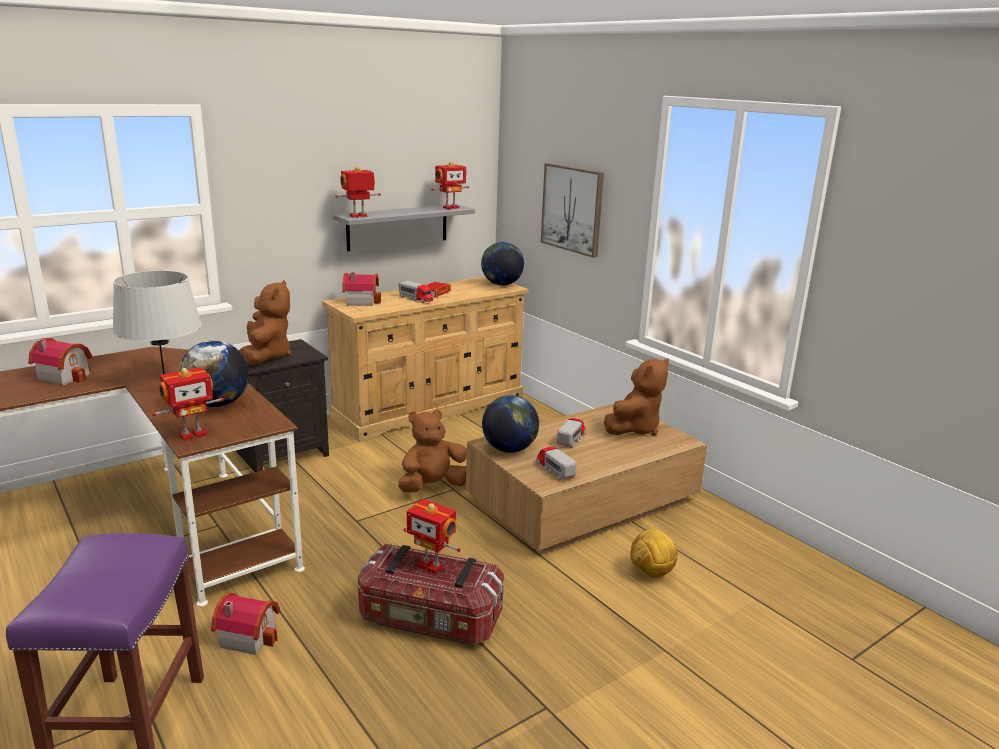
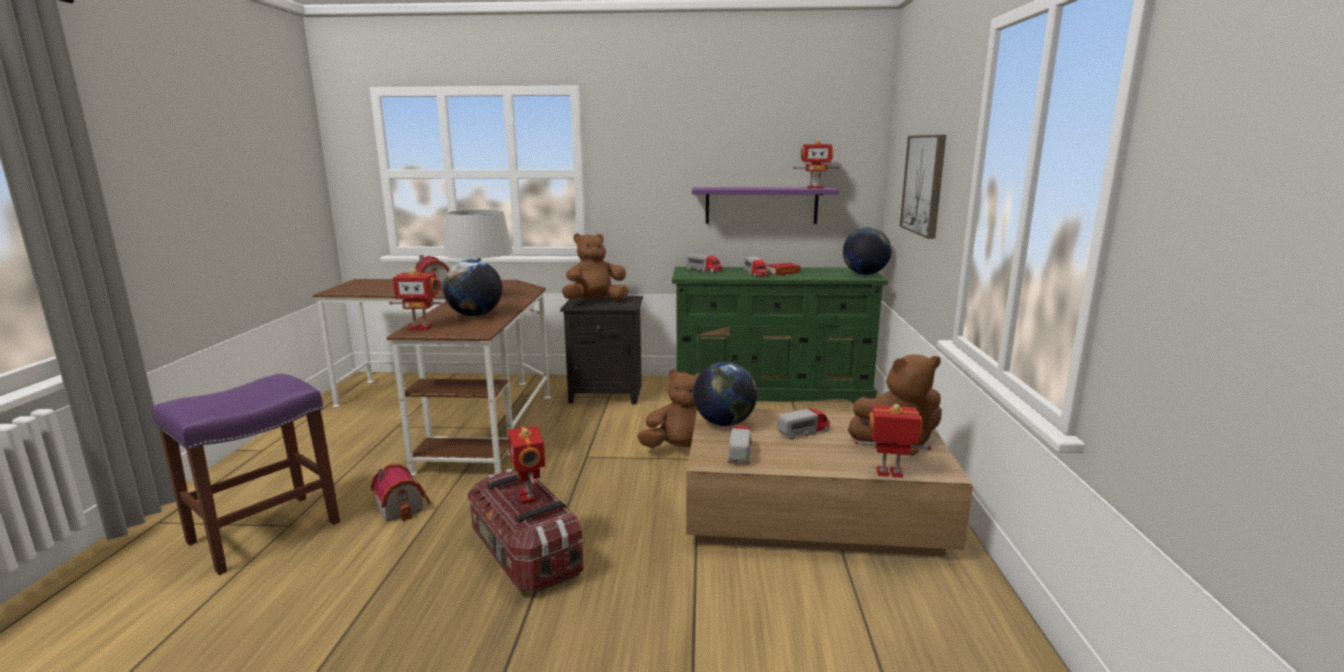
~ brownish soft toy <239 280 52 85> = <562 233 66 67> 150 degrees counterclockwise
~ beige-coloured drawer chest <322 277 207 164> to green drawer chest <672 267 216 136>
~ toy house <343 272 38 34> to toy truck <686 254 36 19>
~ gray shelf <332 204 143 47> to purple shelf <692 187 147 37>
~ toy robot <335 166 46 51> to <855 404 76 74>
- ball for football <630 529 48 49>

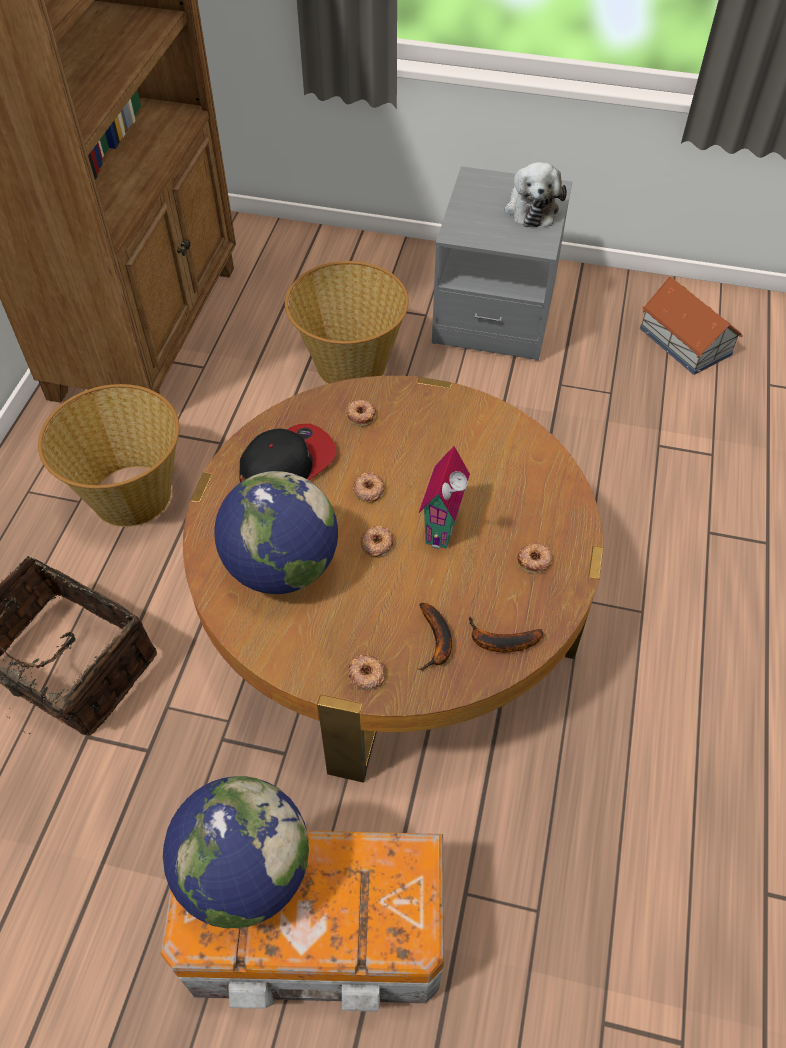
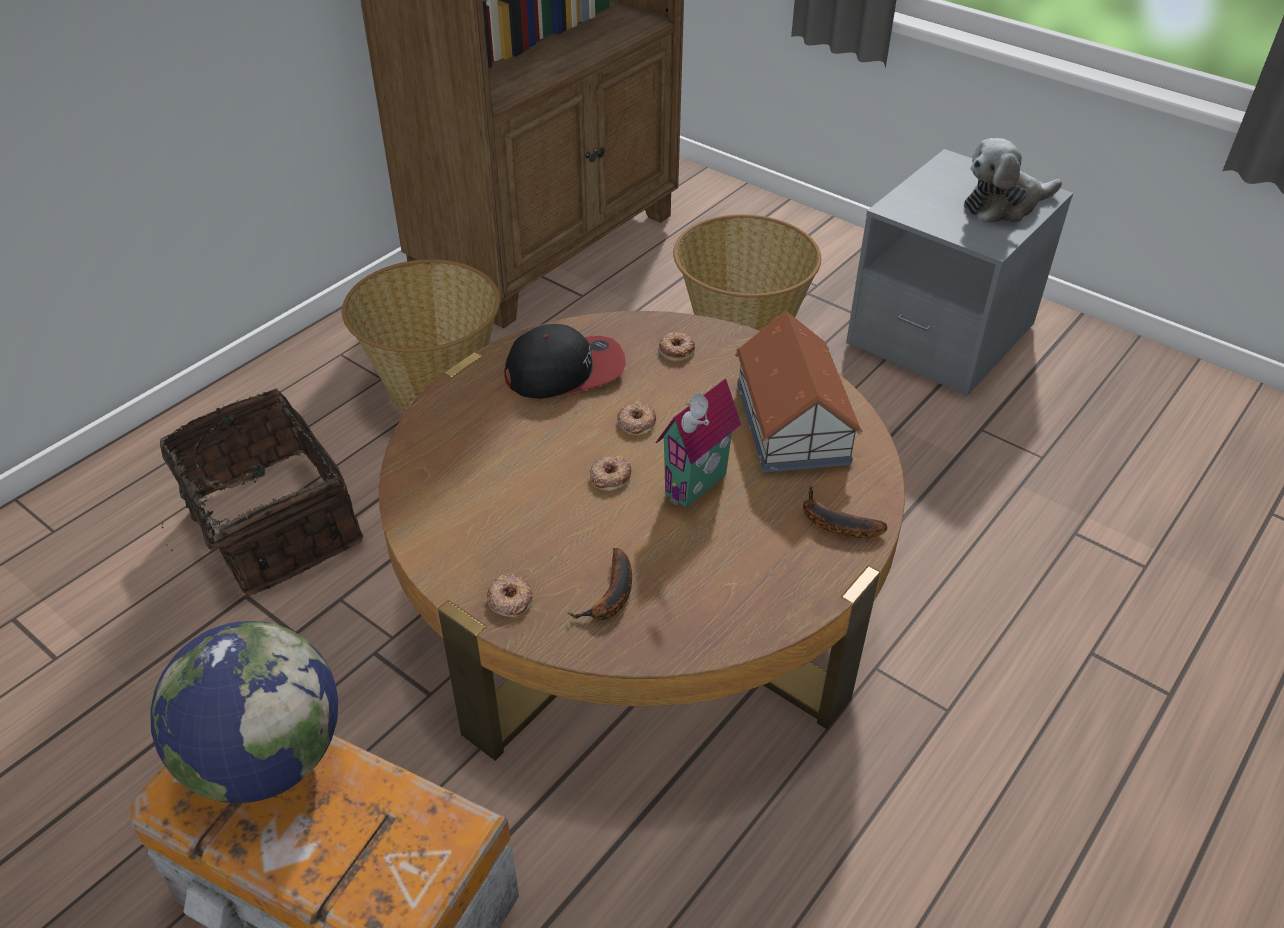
~ toy house <640 277 102 98> to <735 311 128 161>
~ whole banana <469 616 74 36> to <803 486 84 52>
~ soft toy <504 162 63 65> = <964 138 98 85> 45 degrees clockwise
- globe <214 471 124 123>
- doughnut <517 543 36 30>

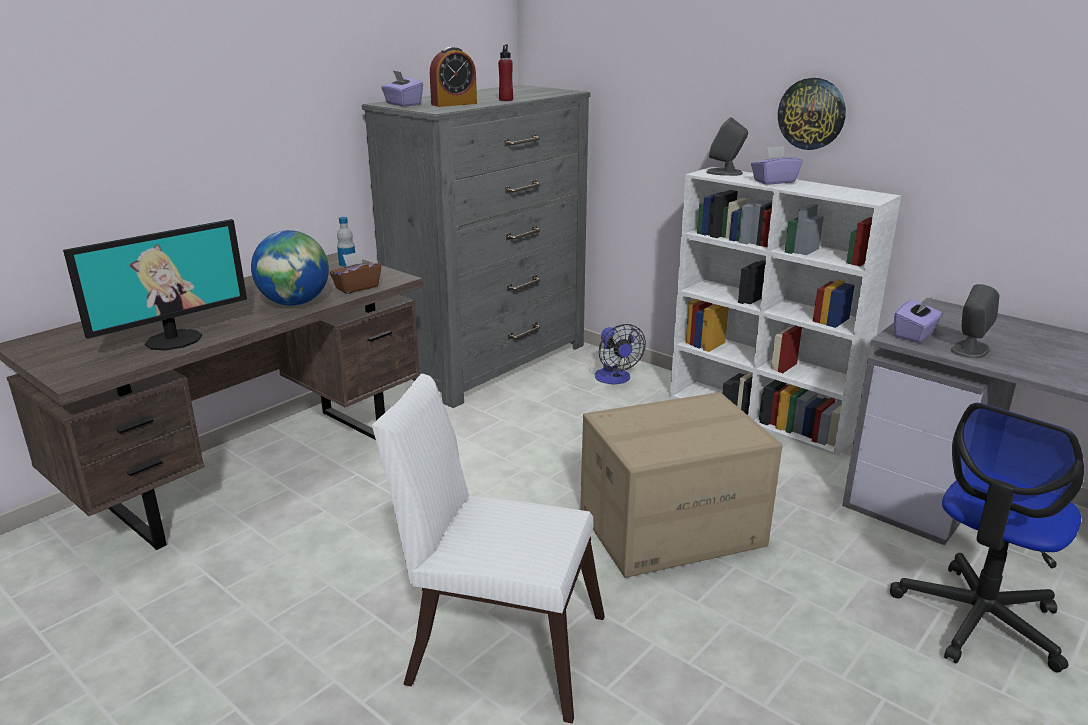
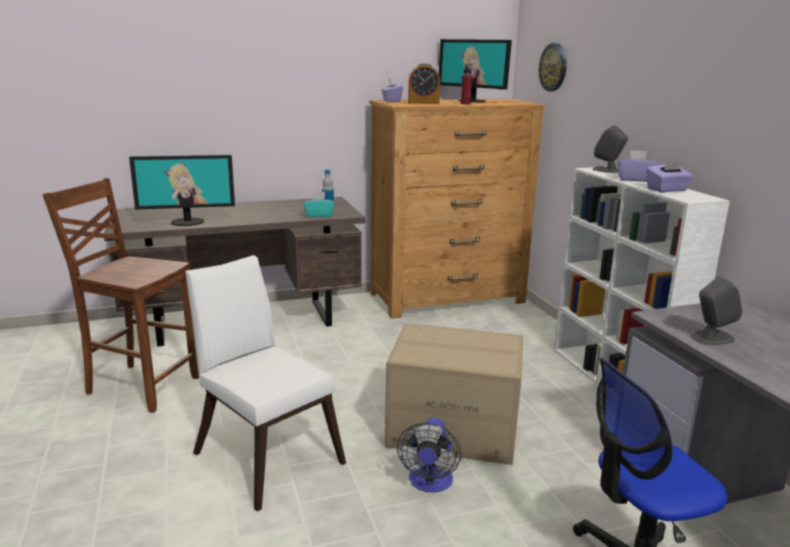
+ brownish chair <42 178 157 235>
~ brownish tissue holder <330 251 51 43> to turquoise-coloured tissue holder <303 192 32 25>
~ gray drawer chest <362 85 229 323> to brownish drawer chest <369 99 176 220>
~ fan <595 324 51 60> to <397 418 64 75>
+ computer screen <439 39 73 63>
~ clock on the wall <778 78 68 72> to <539 43 28 48>
~ purple tissue holder <894 297 49 46> to <646 160 48 32>
- globe <251 230 78 76>

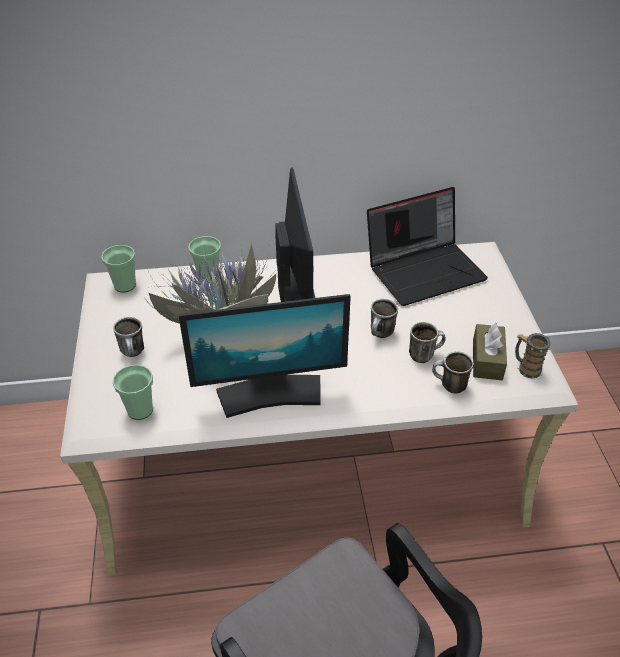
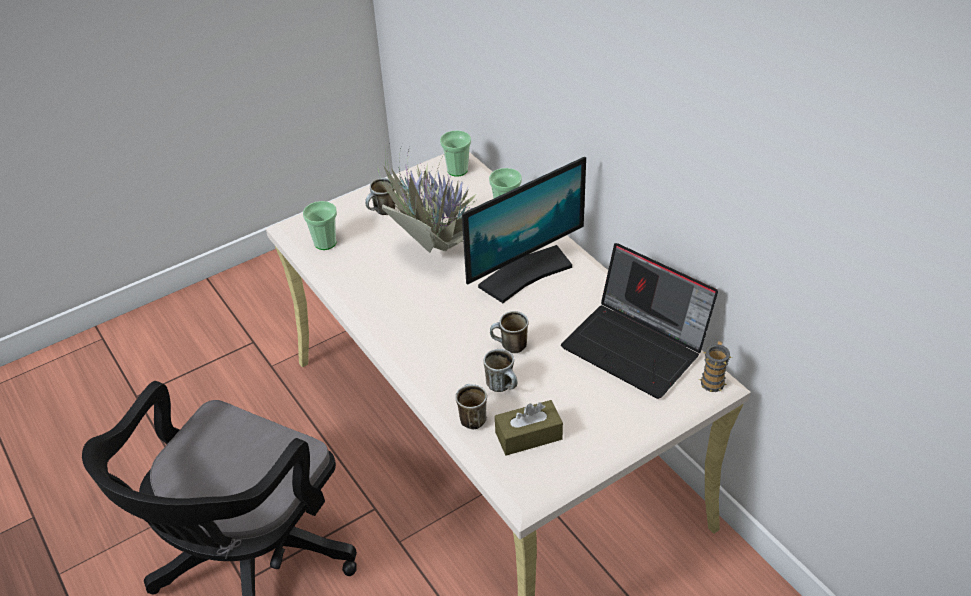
~ tea mug <515 333 36 46> to <699 341 33 51>
- computer screen <179 294 172 124>

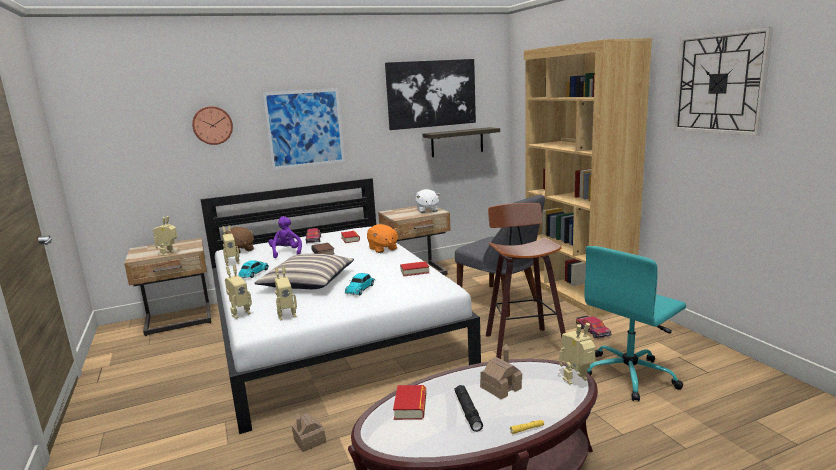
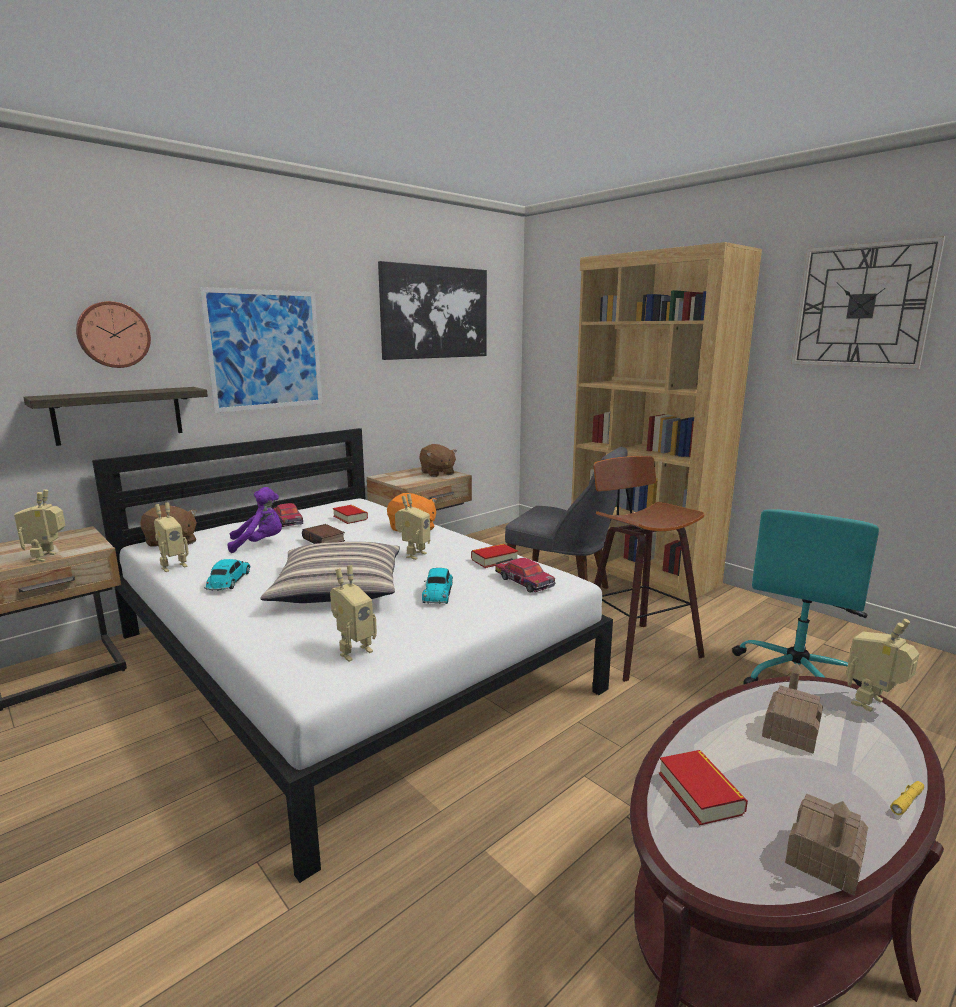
~ shelf <423 127 77 30> to <23 387 185 59>
~ purple soft toy <268 216 34 42> = <228 487 54 66> 105 degrees clockwise
~ toy robot <225 265 27 54> to <395 494 35 66>
~ white-coloured soft toy <415 189 25 24> to brownish soft toy <419 444 38 33>
~ model car <576 316 35 22> to <495 558 60 35>
~ toy house <292 413 34 39> to <785 794 83 102>
- black-coloured torch <454 385 29 47>

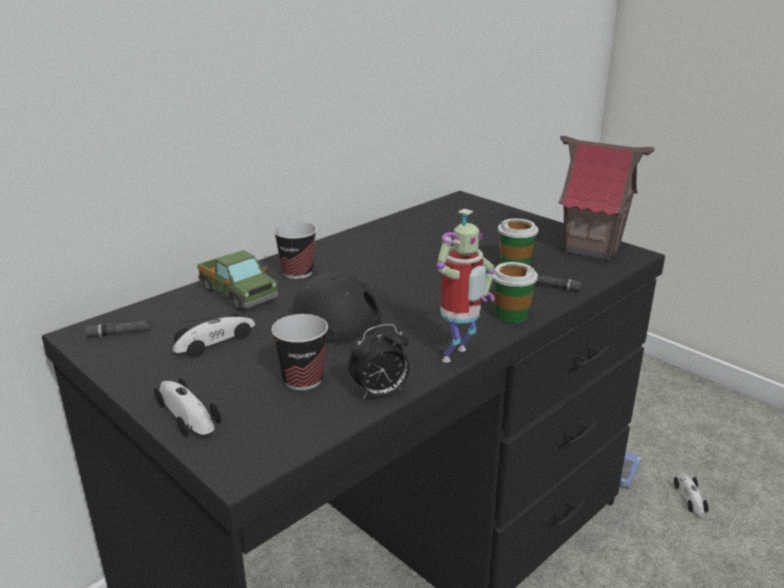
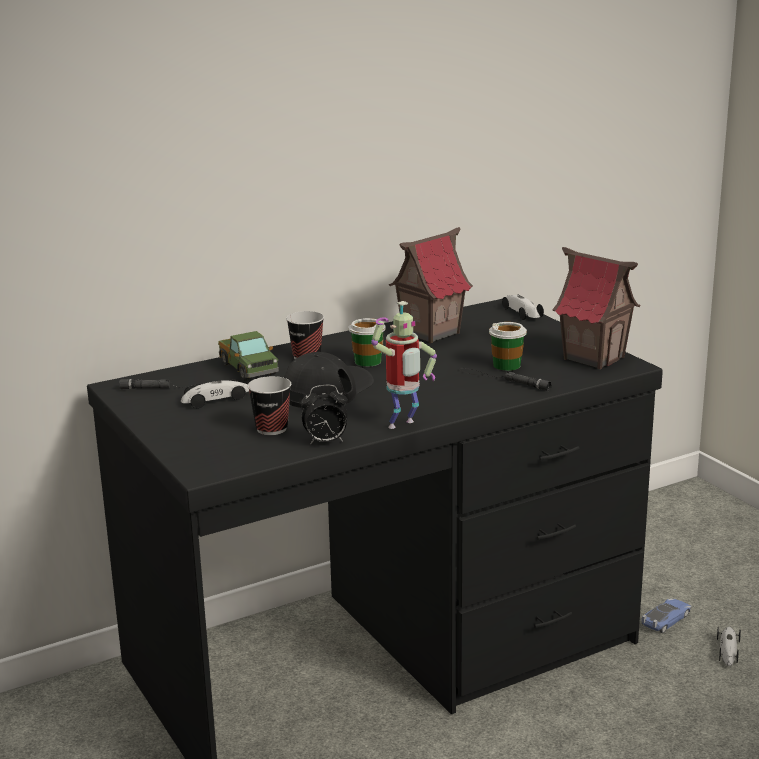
~ cup <493 262 45 61> to <349 318 37 49>
+ toy house <388 227 85 116>
~ model car <154 378 67 60> to <502 295 42 25>

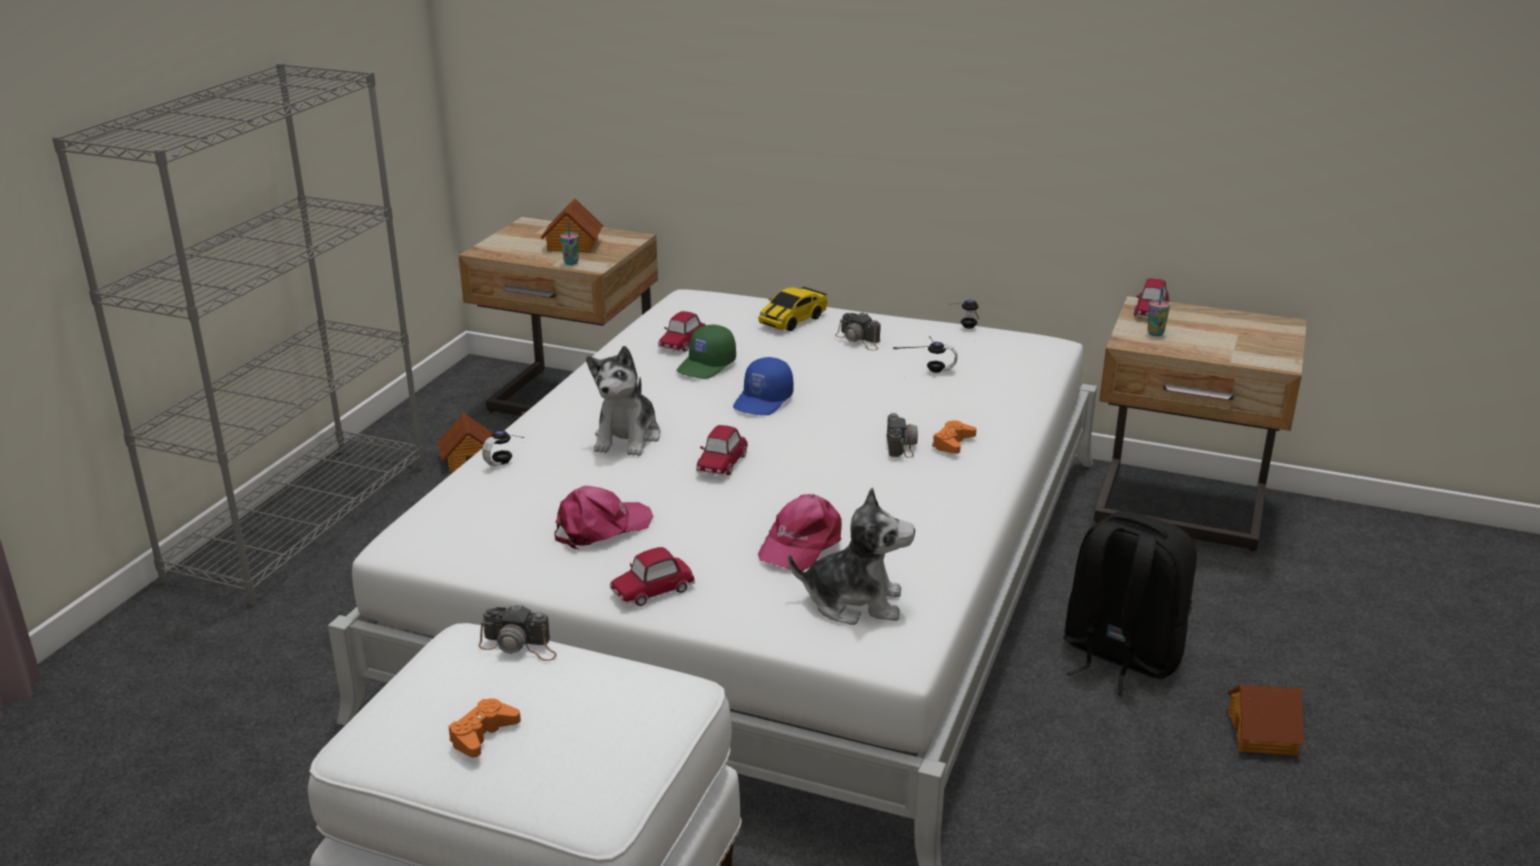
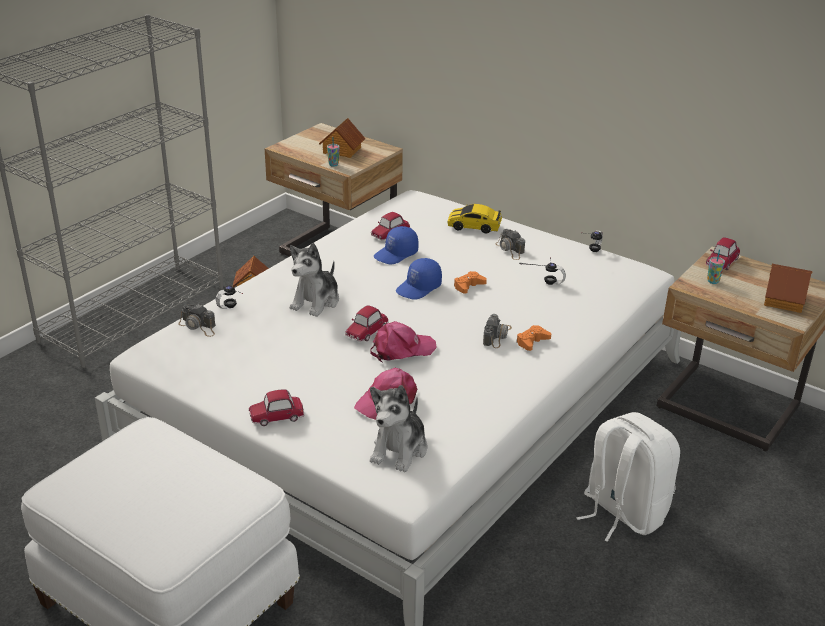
~ still camera <479 604 78 57> to <178 304 38 33>
~ pink peaked cap <554 486 100 63> to <370 321 67 41>
~ soft toy <788 488 127 137> = <370 385 57 87> 90 degrees clockwise
~ green peaked cap <677 325 59 54> to blue peaked cap <374 226 45 39>
~ model car <758 287 69 44> = <447 204 55 29> 45 degrees clockwise
~ orange-coloured game controller <449 698 72 60> to <454 271 33 23>
~ black-coloured backpack <1063 511 134 185> to white-coloured backpack <576 412 104 130>
~ toy house <1228 685 76 71> to <764 264 49 49>

